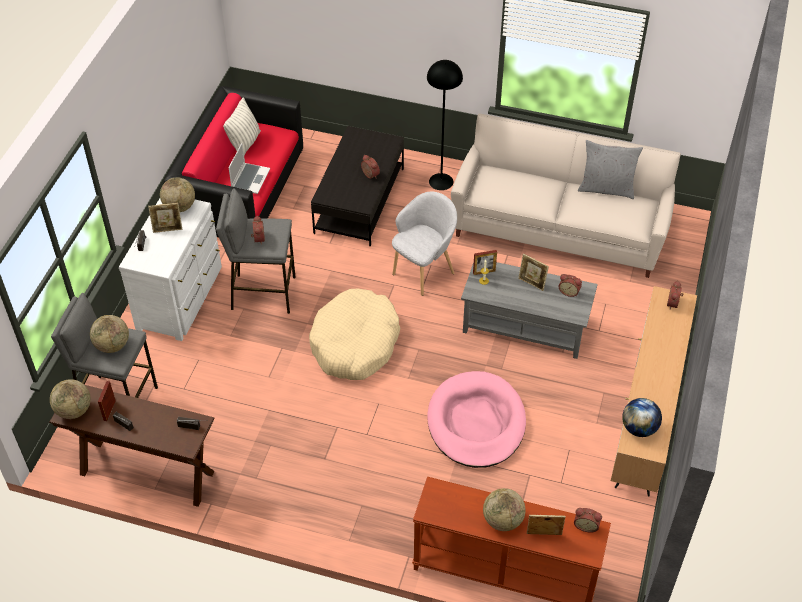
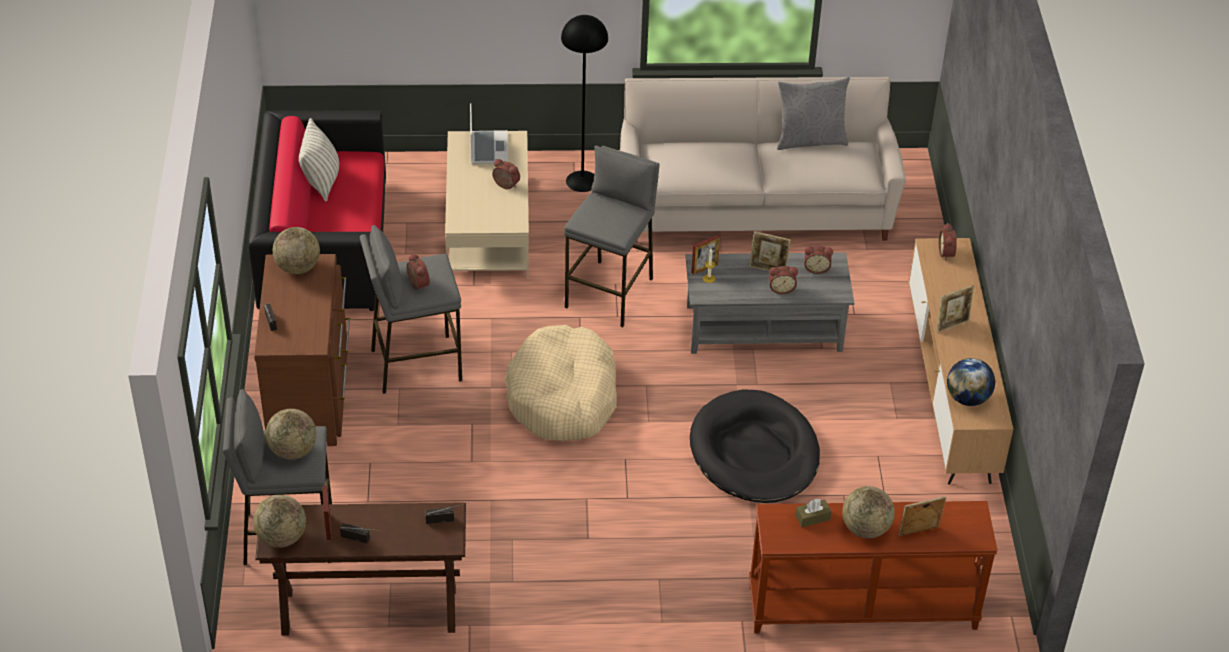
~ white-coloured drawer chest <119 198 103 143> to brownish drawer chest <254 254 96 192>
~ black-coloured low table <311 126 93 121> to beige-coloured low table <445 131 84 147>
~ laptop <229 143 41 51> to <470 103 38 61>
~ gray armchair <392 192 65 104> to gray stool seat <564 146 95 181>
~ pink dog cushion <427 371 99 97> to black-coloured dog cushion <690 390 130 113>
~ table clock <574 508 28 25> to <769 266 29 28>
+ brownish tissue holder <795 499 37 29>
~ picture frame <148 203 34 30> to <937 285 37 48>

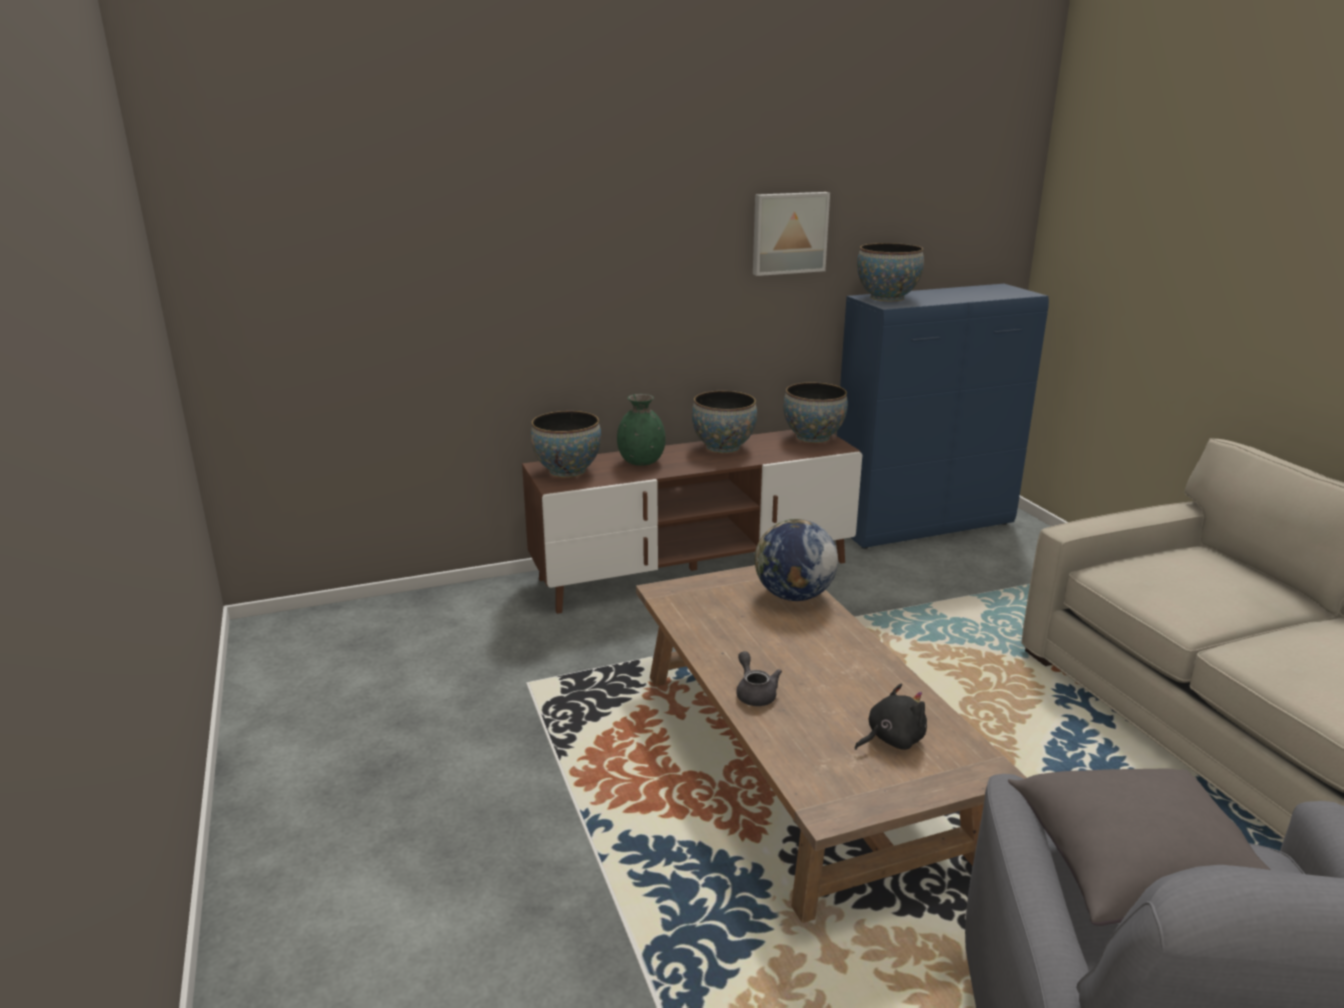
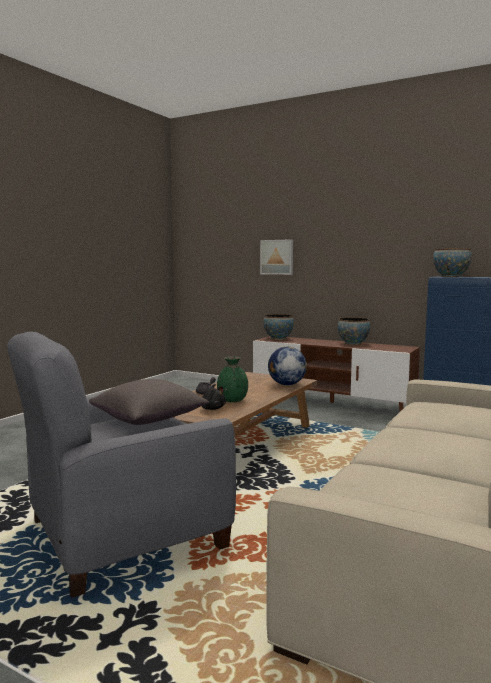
~ green flower vase <617 394 49 72> to <217 357 31 45>
~ picture <753 192 77 84> to <260 239 33 36>
- serving bowl <783 382 65 61>

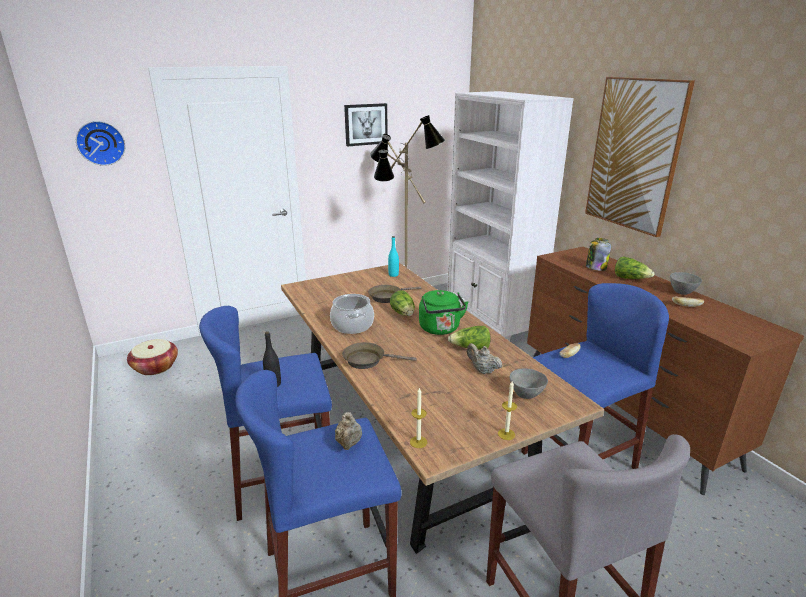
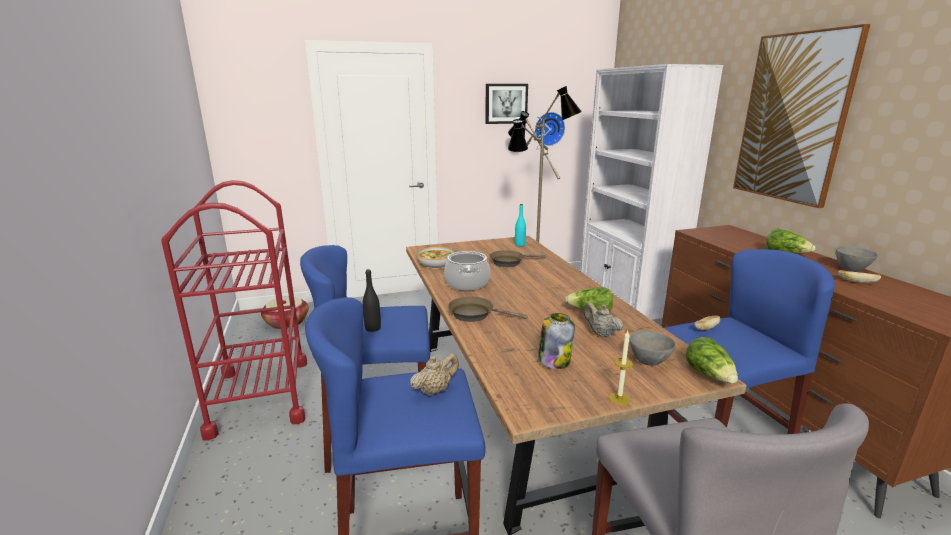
+ reddish cart <162 180 146 260>
~ beige-coloured teapot <335 412 27 38> = <410 353 49 43> 135 degrees counterclockwise
+ serving bowl <417 247 38 22>
~ clock on the wall <76 121 50 45> to <535 112 30 34>
~ jar <586 238 25 33> to <538 313 37 56>
~ lettuce <390 290 25 26> to <686 337 52 46>
- wax candle <410 387 17 61>
- green tea kettle <419 290 50 45>

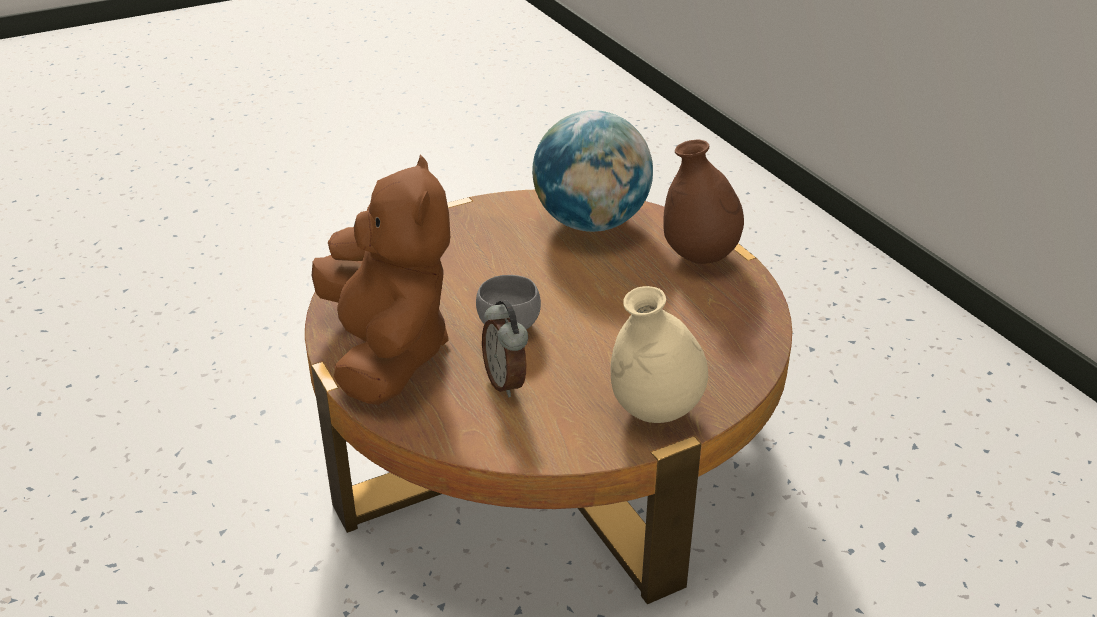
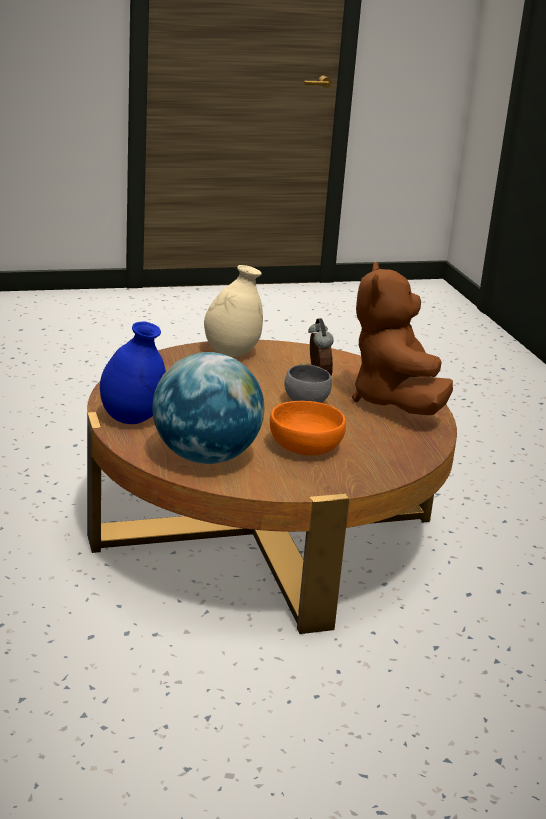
~ brownish flower vase <663 139 81 125> to blue flower vase <100 322 66 102>
+ orange-coloured serving bowl <270 401 76 54>

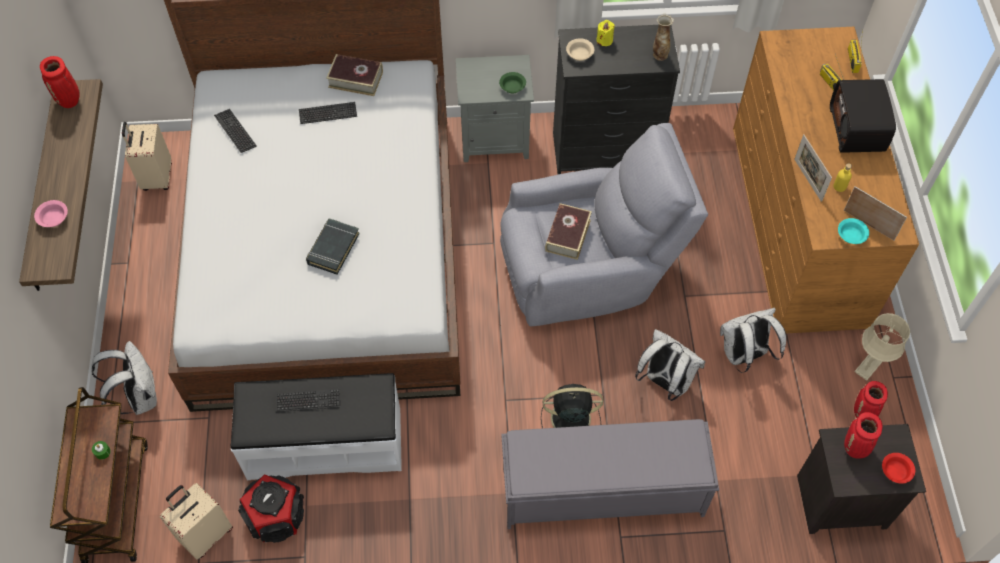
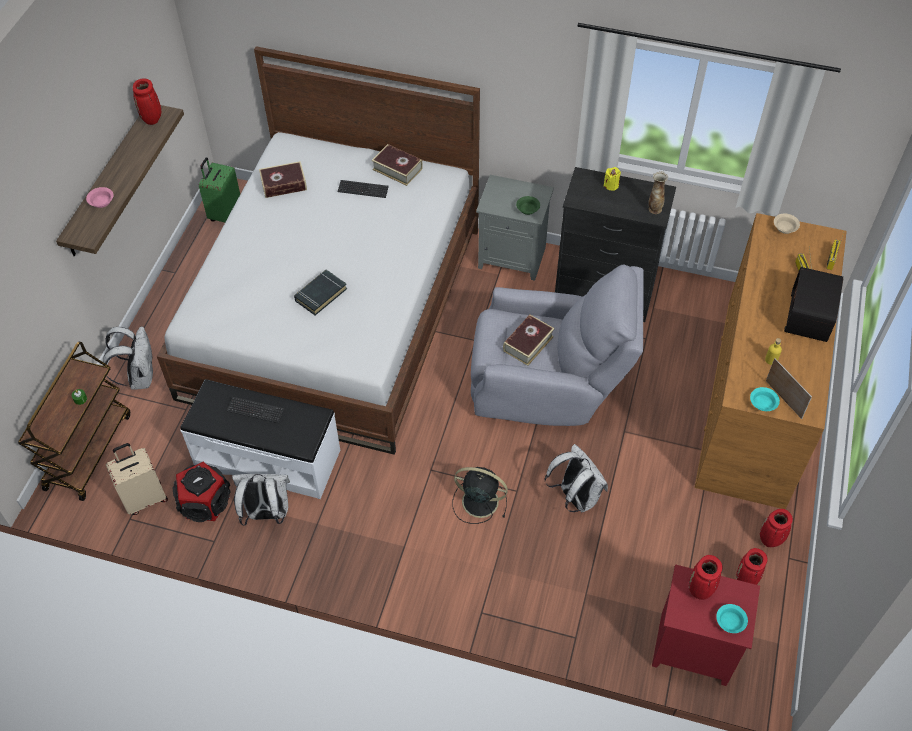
~ beige-coloured piece of luggage <122 122 50 69> to green piece of luggage <199 157 41 66>
~ white-coloured backpack <720 308 66 65> to <232 474 58 52>
~ PC keyboard <214 109 43 44> to book <259 161 48 37>
~ black-coloured nightstand <797 424 129 110> to reddish nightstand <652 564 108 122>
~ reddish serving bowl <882 453 33 31> to turquoise-coloured serving bowl <716 604 32 29>
~ beige-coloured table lamp <854 313 56 68> to reddish flower vase <760 509 33 38>
~ beige-coloured serving bowl <566 38 28 23> to <774 214 26 20>
- gray bench <501 419 218 110>
- picture frame <794 134 38 68>

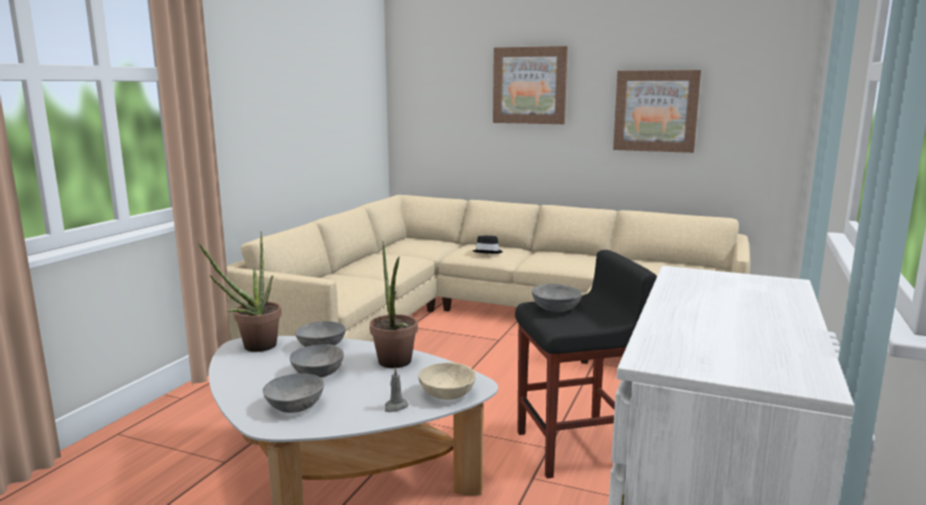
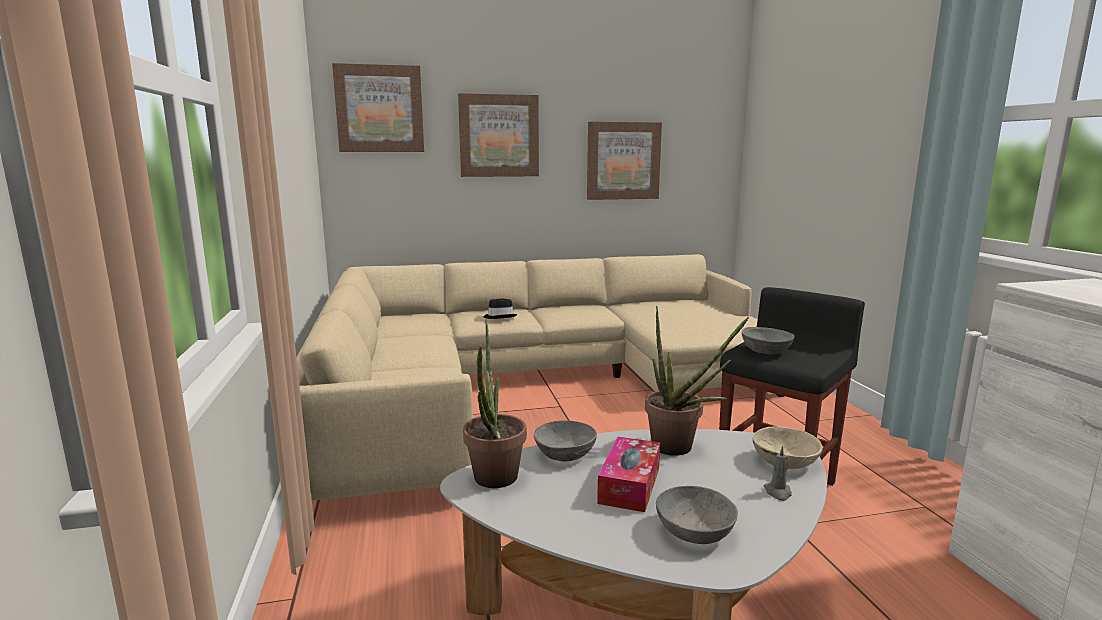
+ picture <332 63 92 89>
~ gray serving bowl <290 344 54 34> to tissue holder <597 437 63 75>

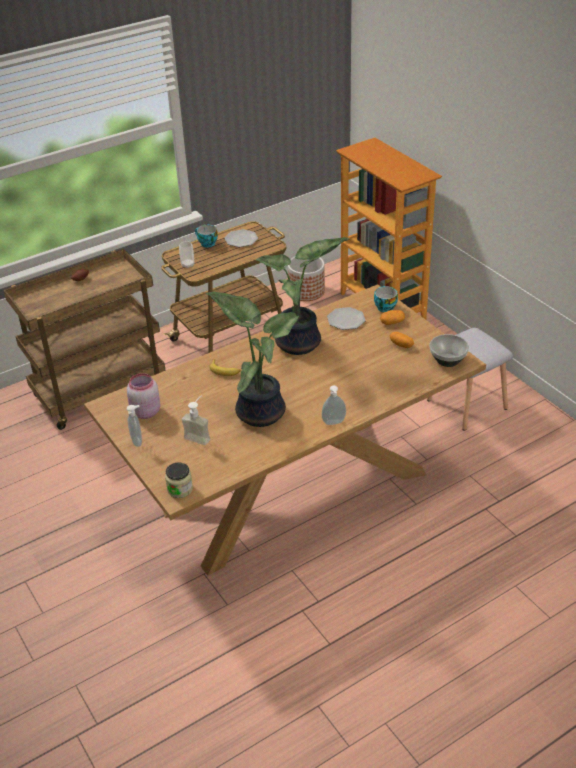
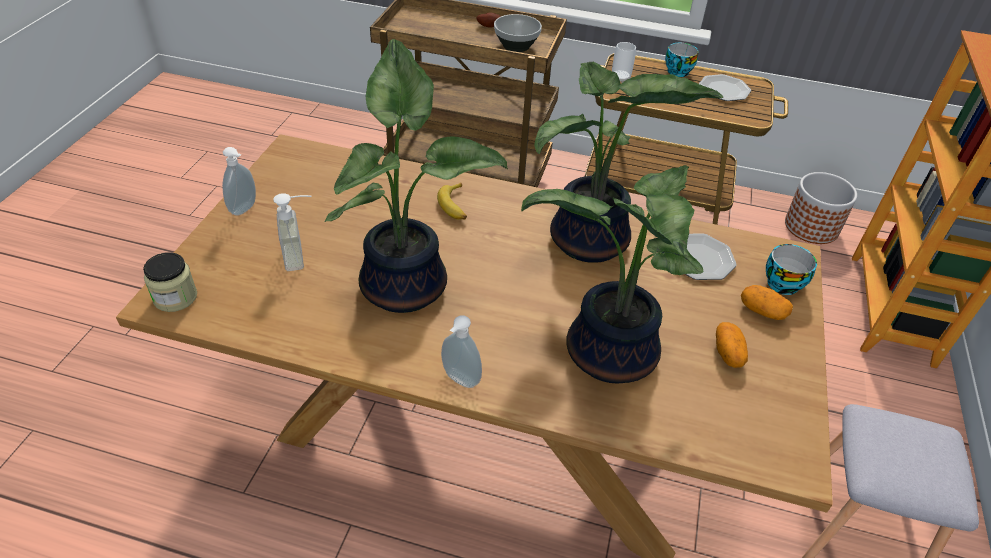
~ serving bowl <430 334 39 33> to <494 14 48 38>
+ potted plant <521 165 182 219>
- pink jar <127 373 33 46>

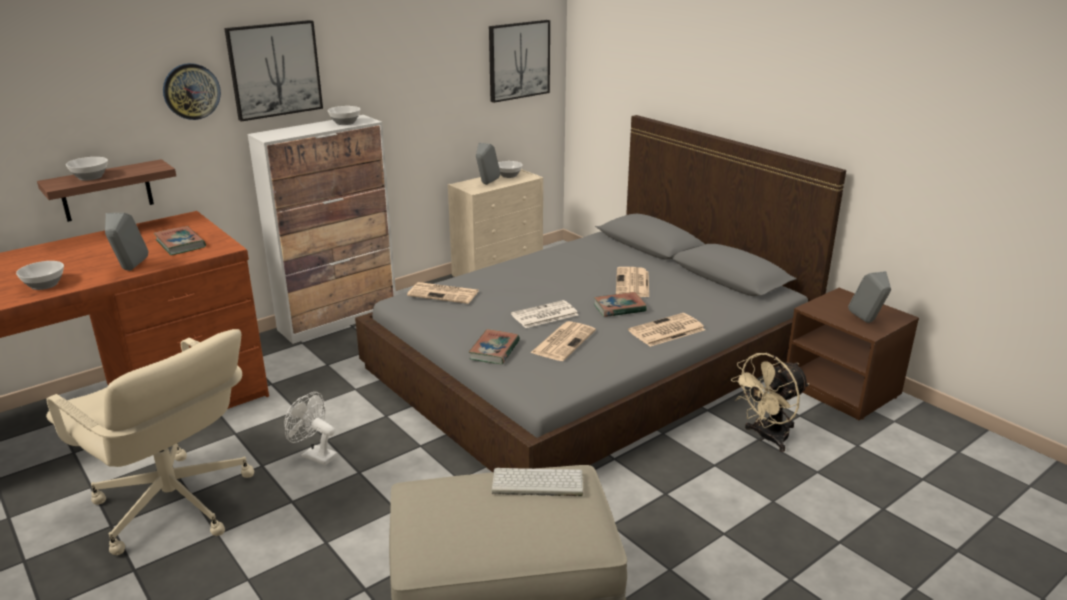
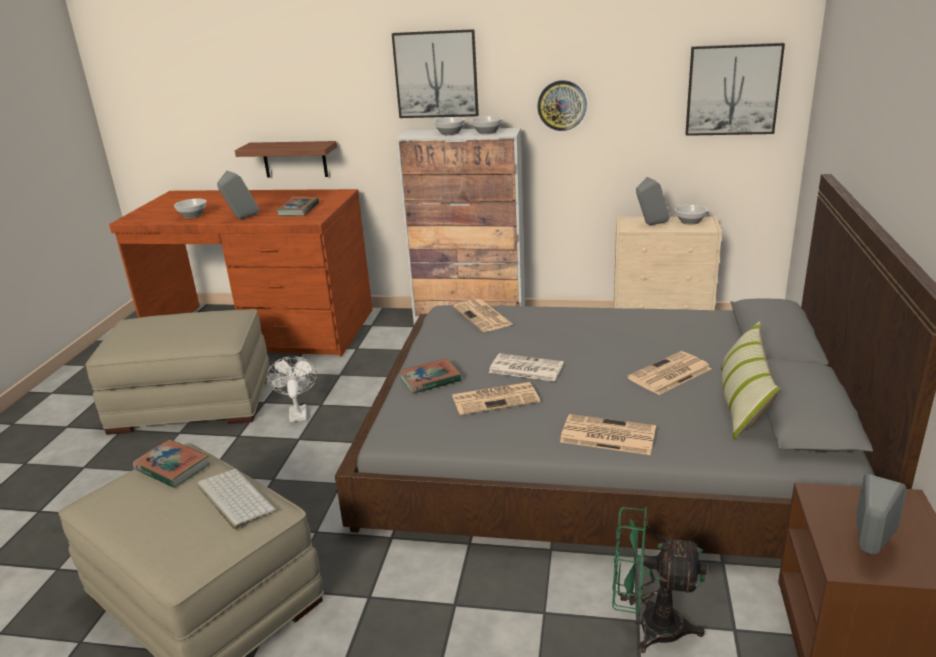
~ beige-coloured office chair <46 329 208 226> to beige-coloured footrest <85 309 185 126>
~ book <594 292 53 25> to <133 439 77 49>
~ serving bowl <66 157 42 24> to <434 117 31 18>
~ clock on the wall <163 63 58 57> to <537 80 50 51>
~ beige-coloured fan <731 353 78 99> to green fan <612 507 96 146>
+ cushion <720 321 60 119>

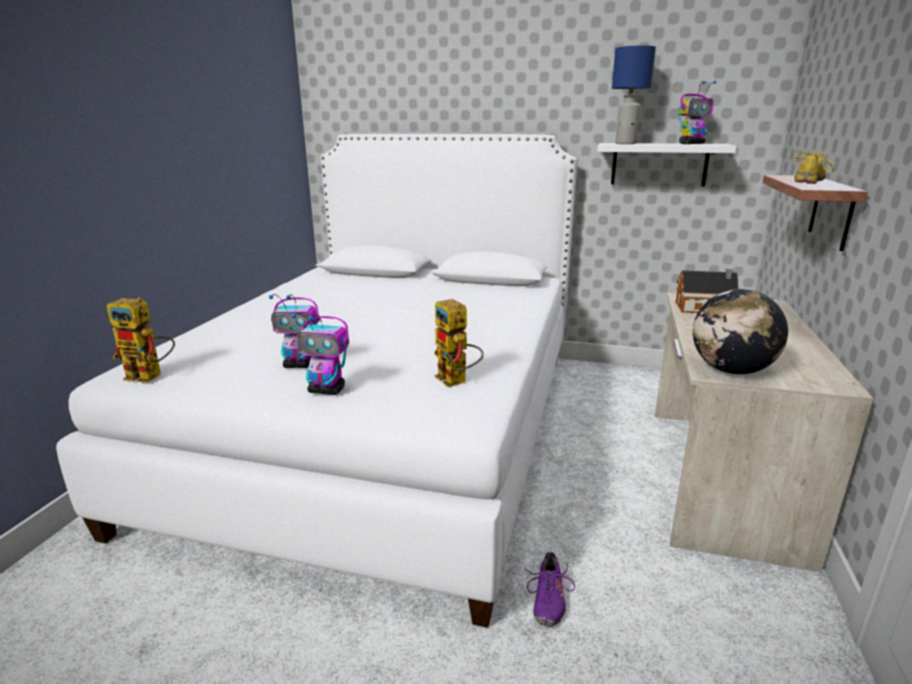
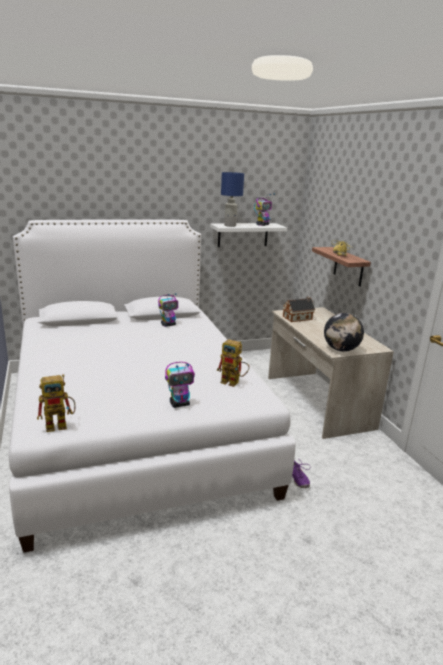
~ toy robot <269 294 51 74> to <158 293 20 34>

